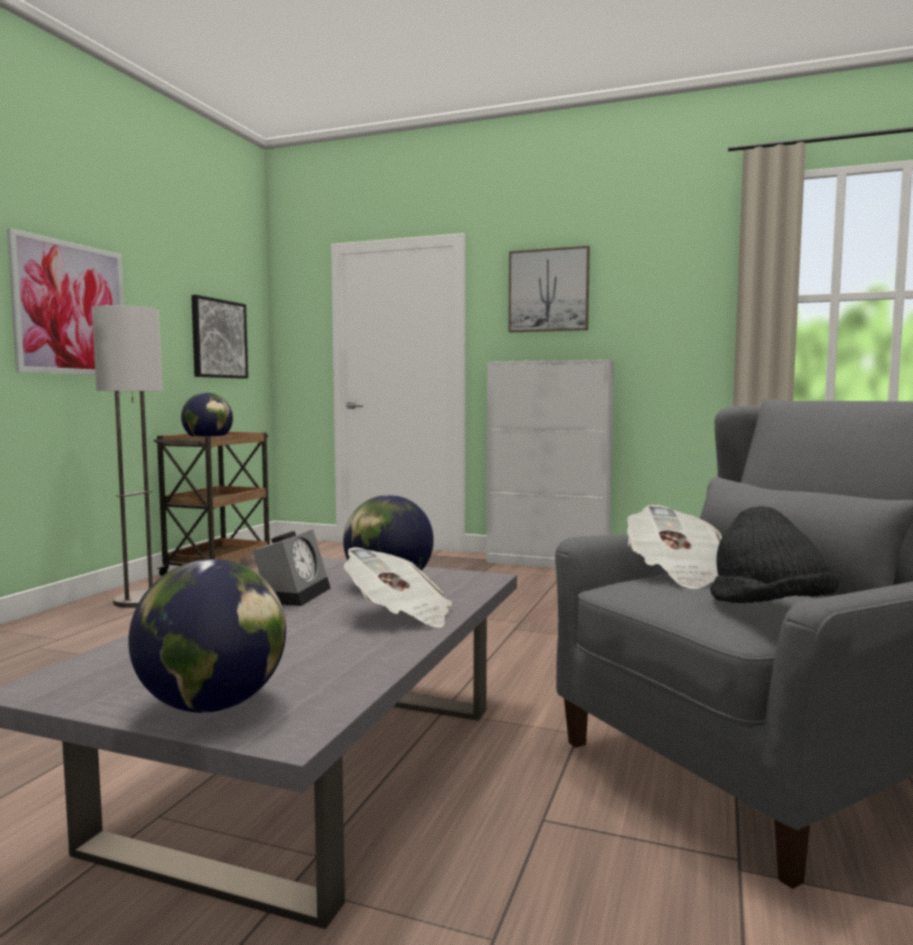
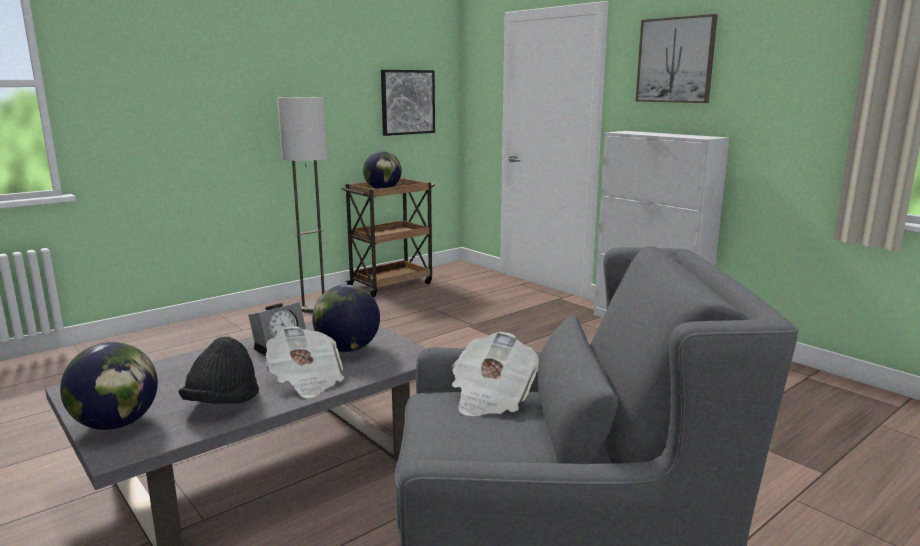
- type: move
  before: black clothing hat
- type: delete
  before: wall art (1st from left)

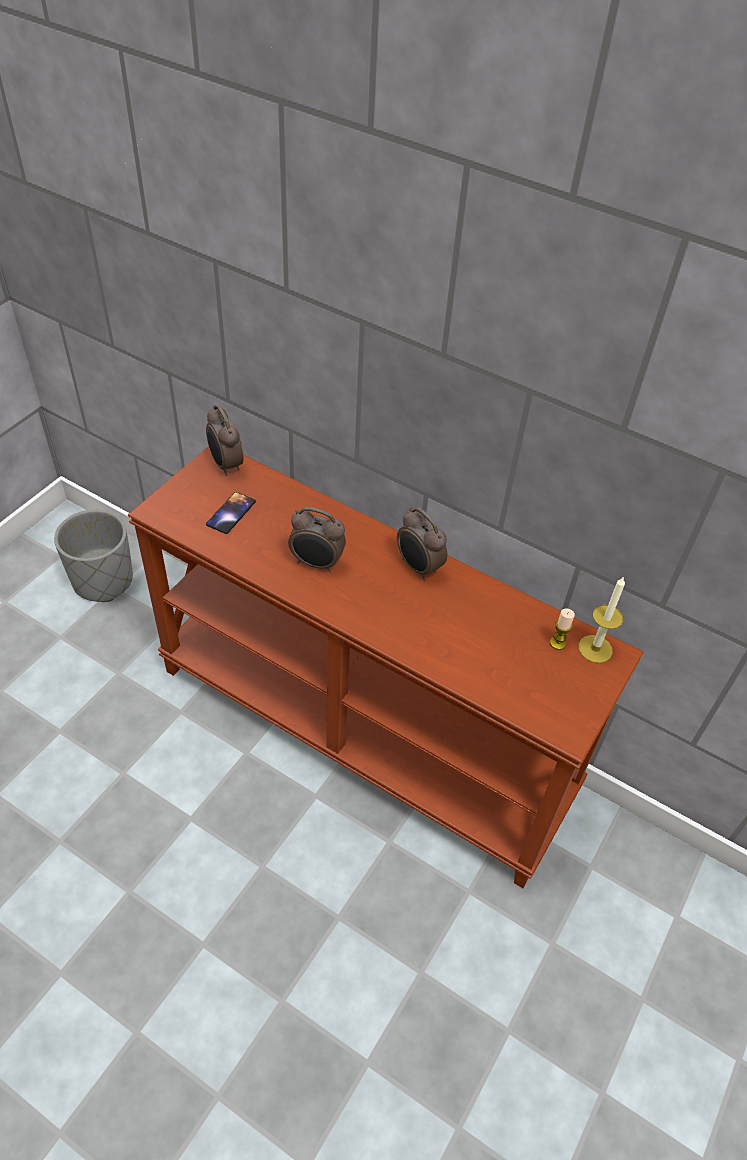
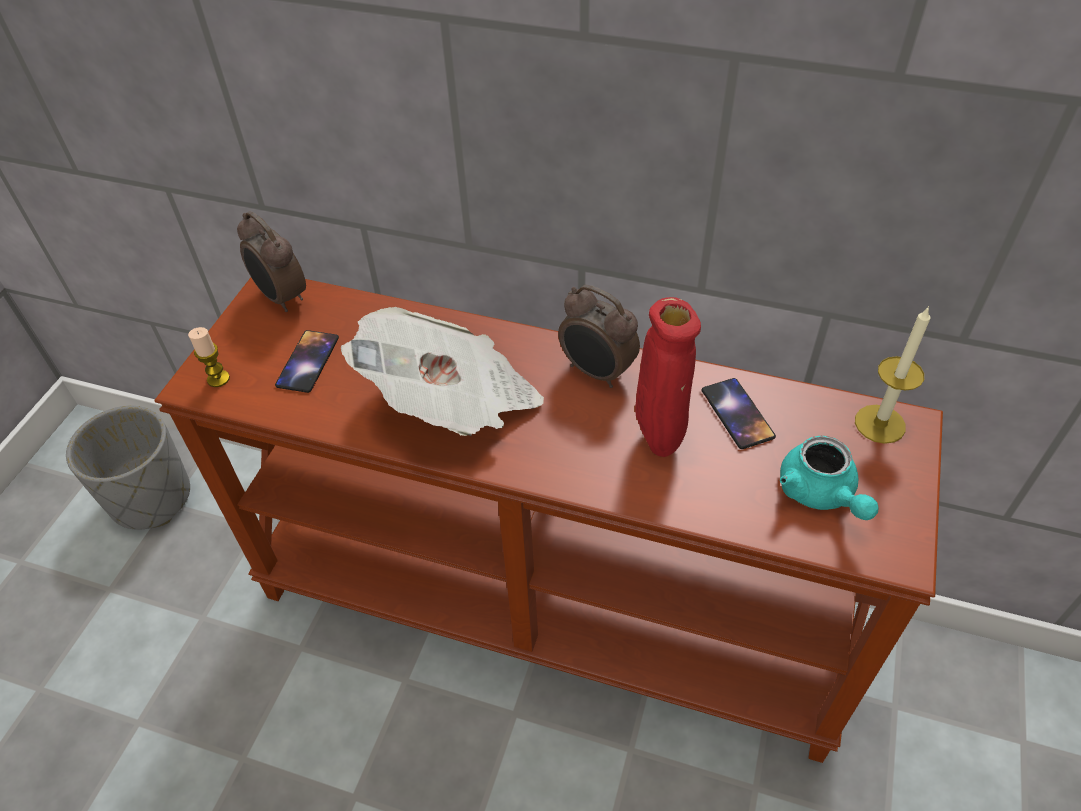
- type: move
  before: candle (1st from left)
- type: replace
  before: bedside clock (2nd from left)
  after: daily paper
- type: insert
  after: red flower vase
- type: insert
  after: phone (2nd from left)
- type: insert
  after: blue-green tea pot

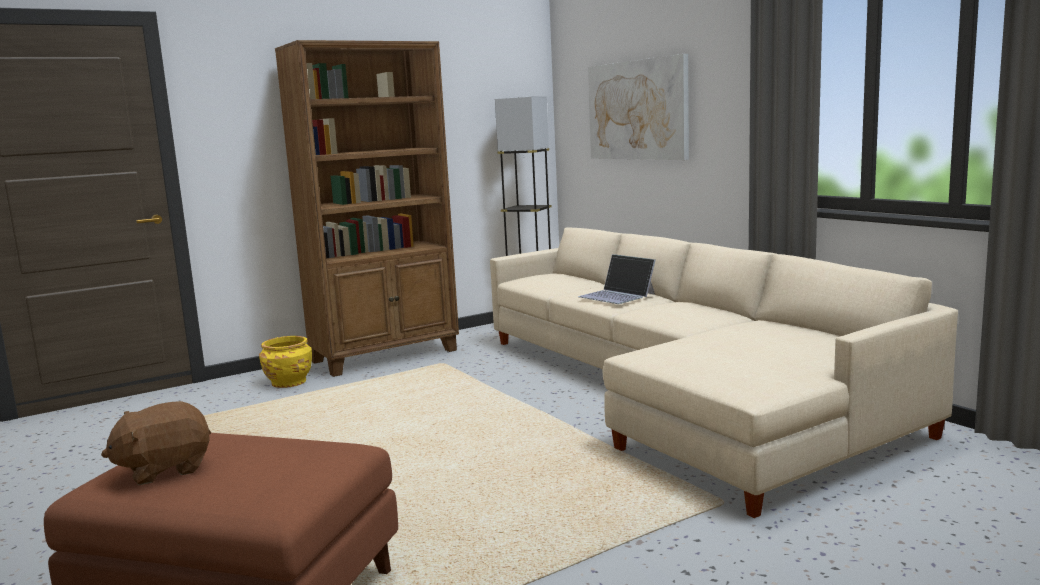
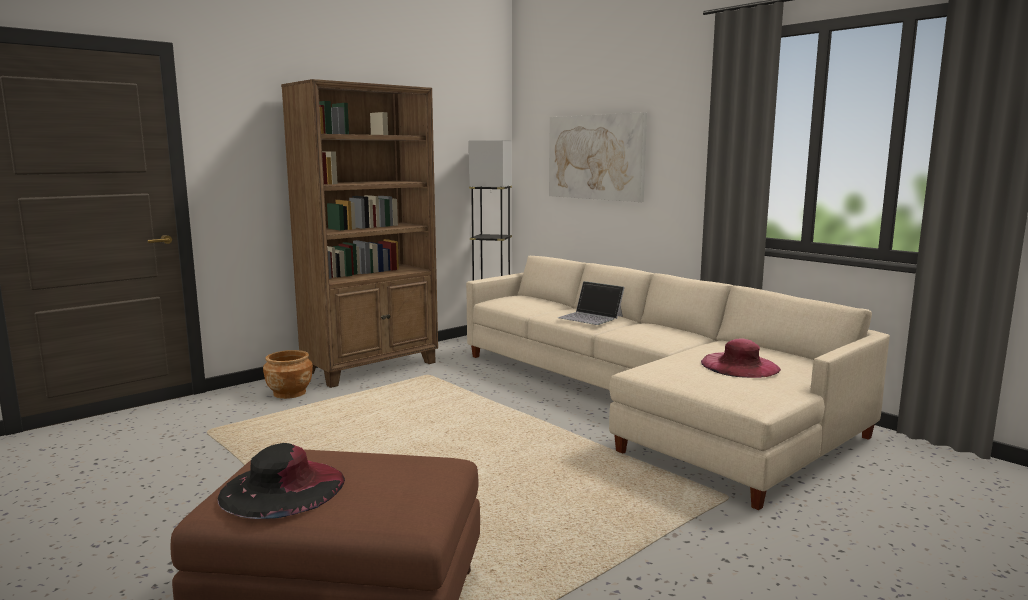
- type: replace
  before: brownish cuddly toy
  after: black clothing hat
- type: recolor
  before: yellowish planter
  after: brownish planter
- type: insert
  after: pink clothing hat

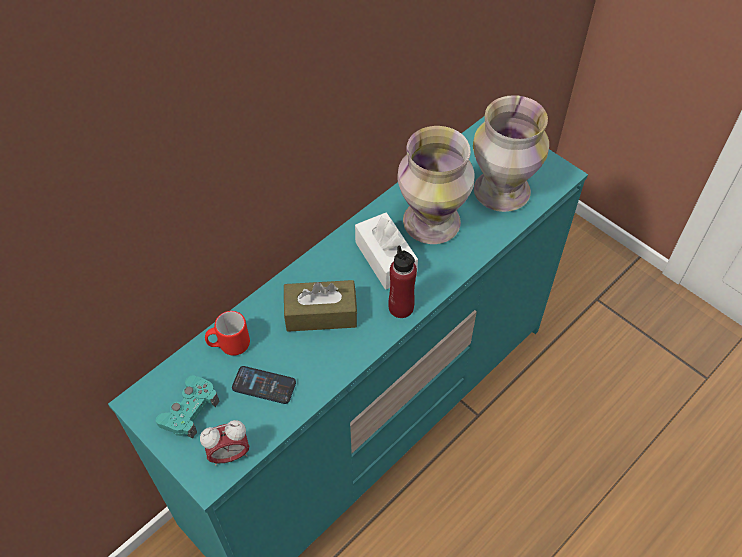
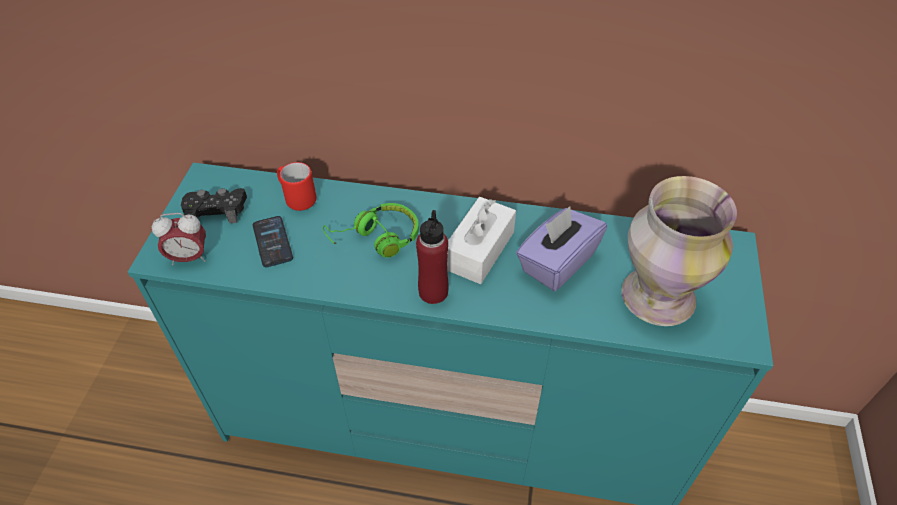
- type: rotate
  before: bedside clock
  turn: -45
- type: recolor
  before: blue-green gamepad
  after: black gamepad
- type: replace
  before: brownish tissue holder
  after: green-coloured pair of headphones
- type: replace
  before: flower vase (1st from left)
  after: purple-coloured tissue holder

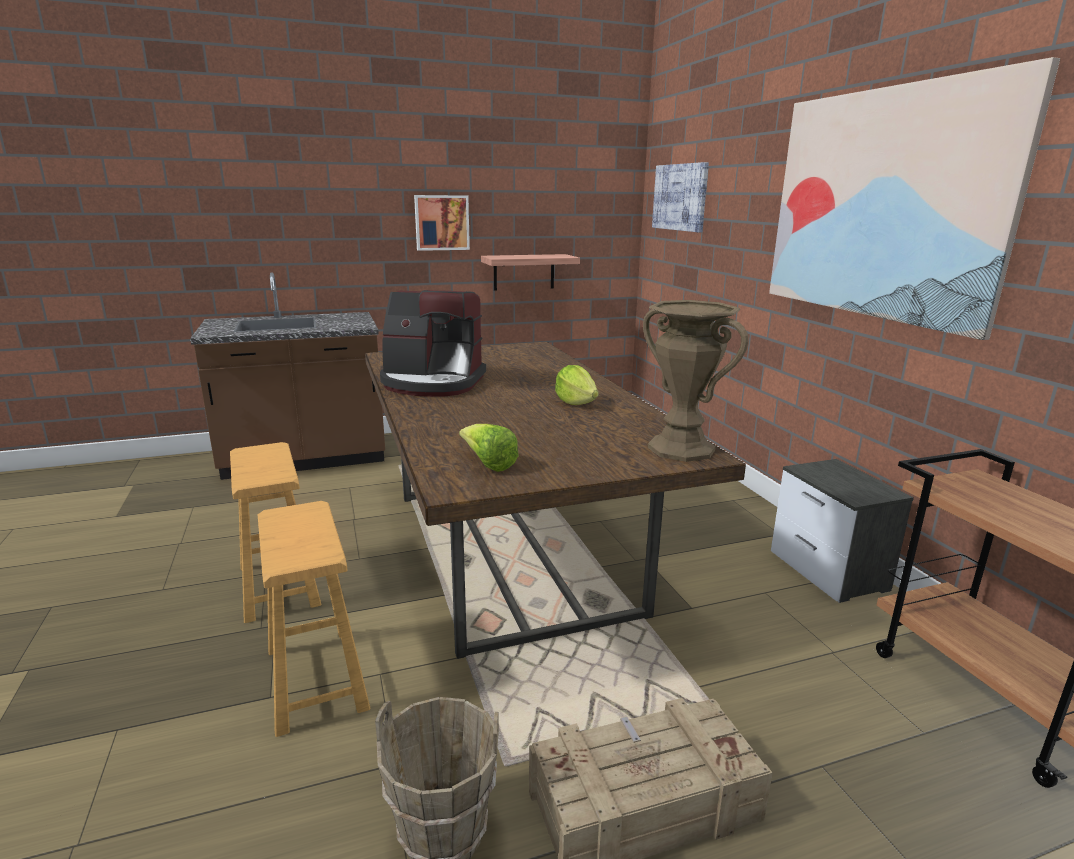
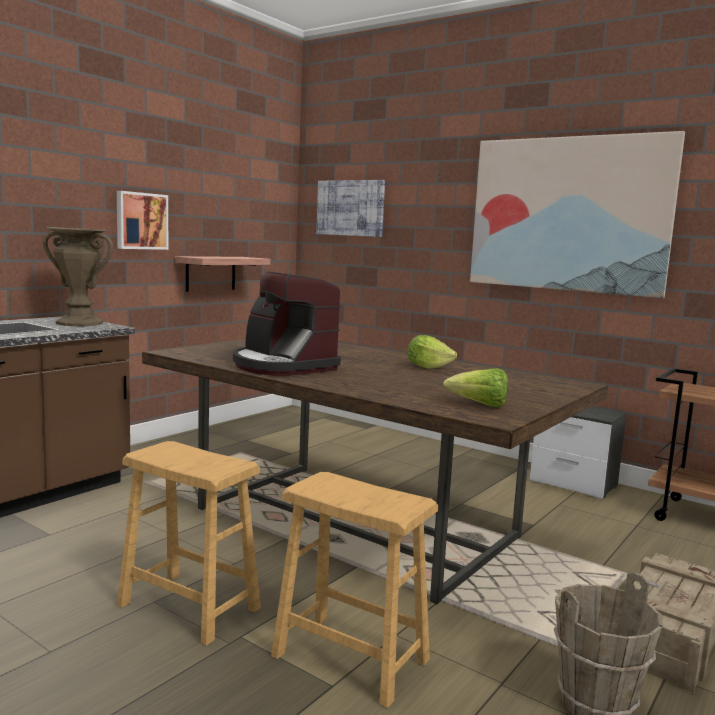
- type: move
  before: brownish flower vase
- type: rotate
  before: coffee machine
  turn: 75

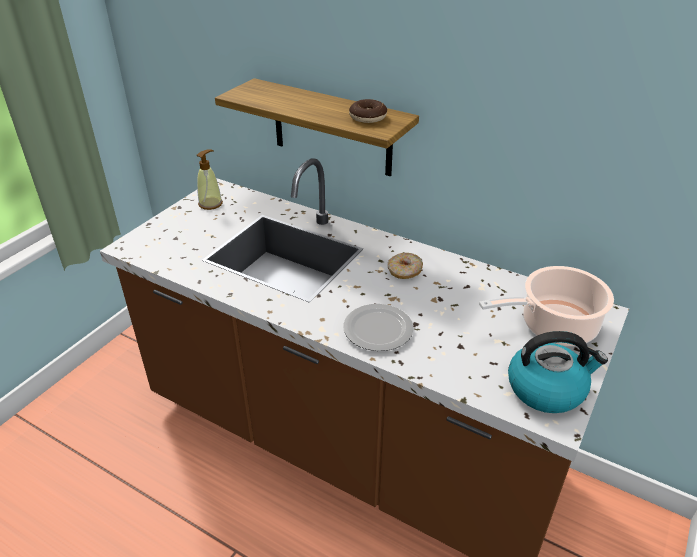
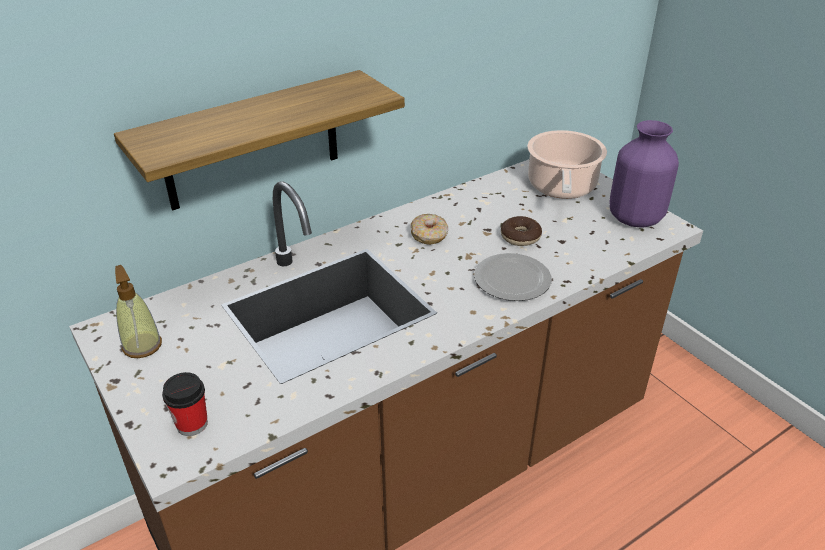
- type: insert
  after: cup
- type: move
  before: donut (1st from left in the first image)
  after: donut (2nd from left)
- type: replace
  before: tea kettle
  after: purple-coloured flower vase

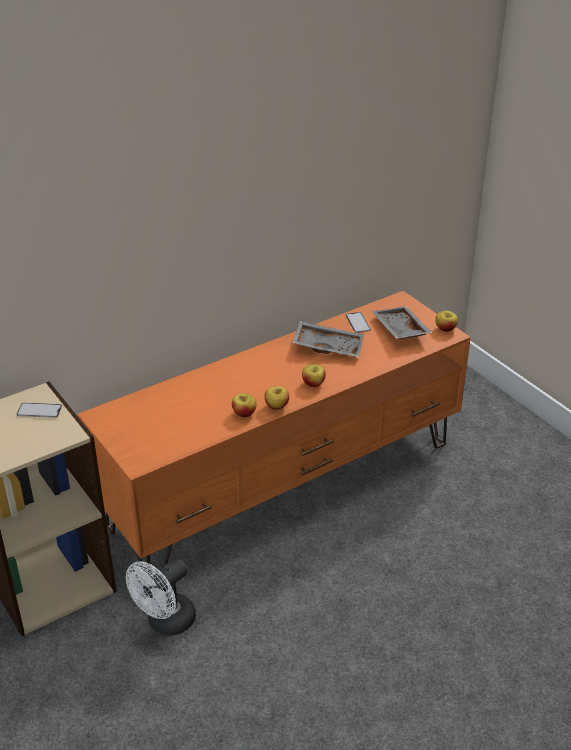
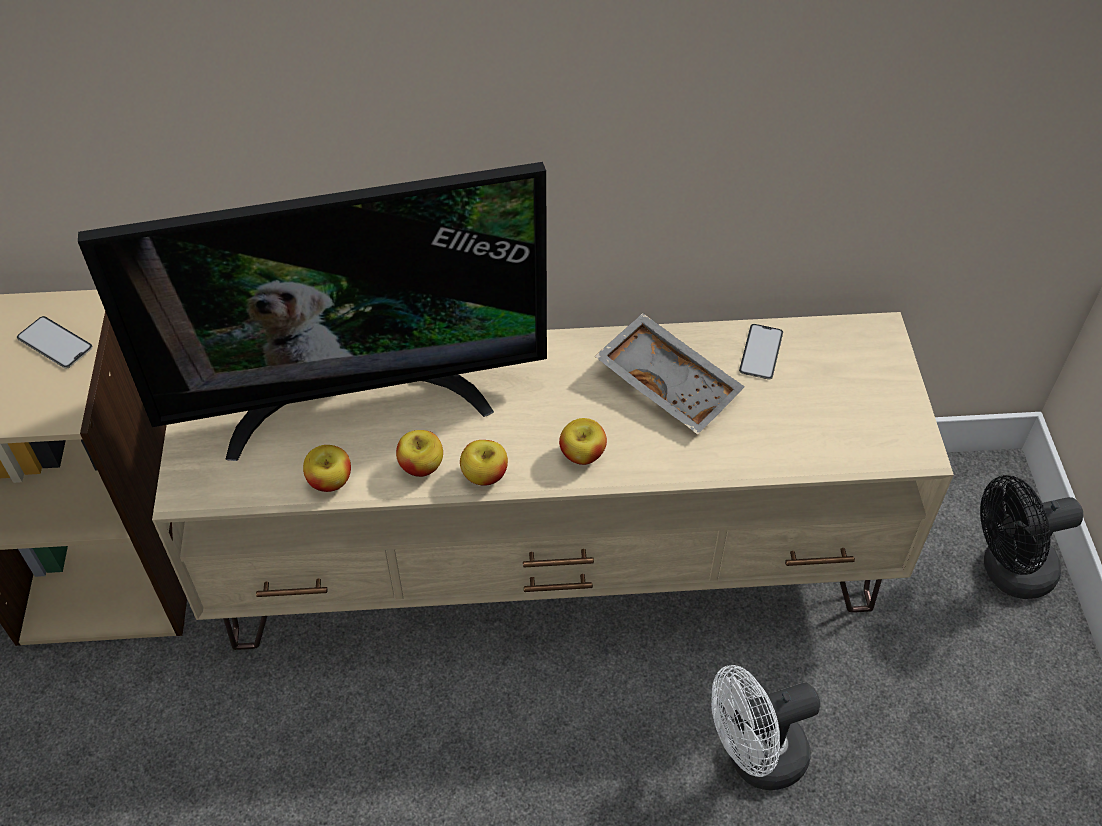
- type: insert
  after: TV set
- type: recolor
  before: orange-coloured tv stand
  after: beige tv stand
- type: move
  before: whole apple (4th from left in the first image)
  after: whole apple (1st from left)
- type: move
  before: whitish electric fan
- type: insert
  after: black electric fan
- type: delete
  before: greyish carrying tray (2nd from left)

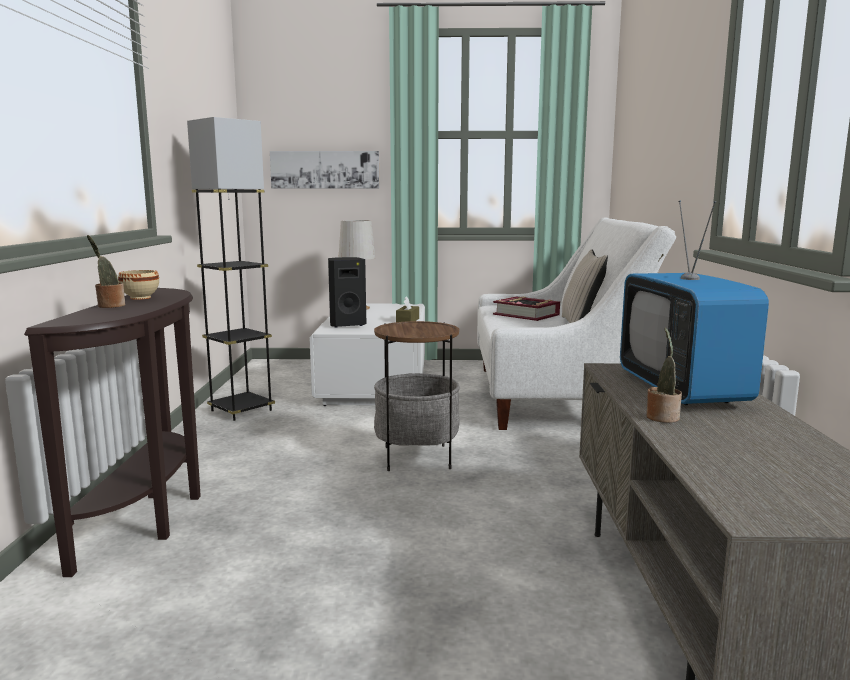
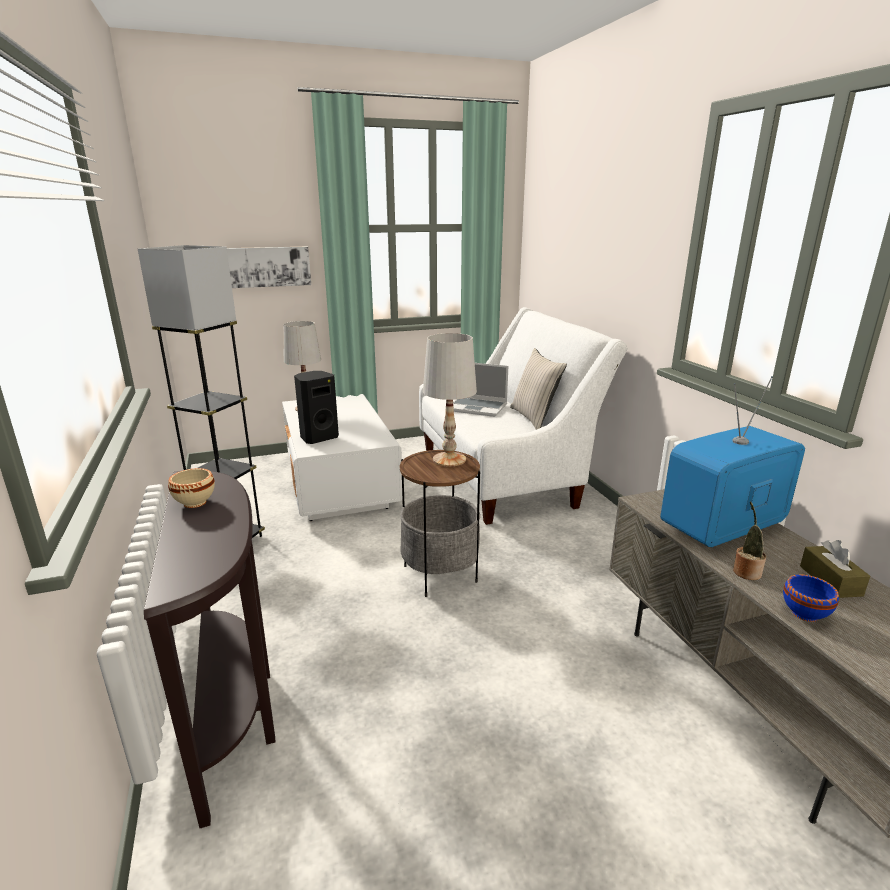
- type: insert
  after: whitish tabletop lamp (2nd from left)
- type: replace
  before: volume
  after: laptop
- type: rotate
  before: TV set
  turn: 90
- type: insert
  after: bluish deep dish
- type: move
  before: brownish tissue holder
- type: delete
  before: houseplant (1st from left)

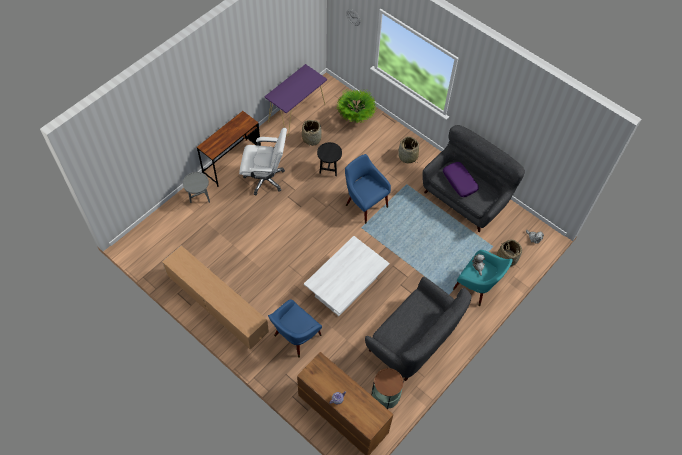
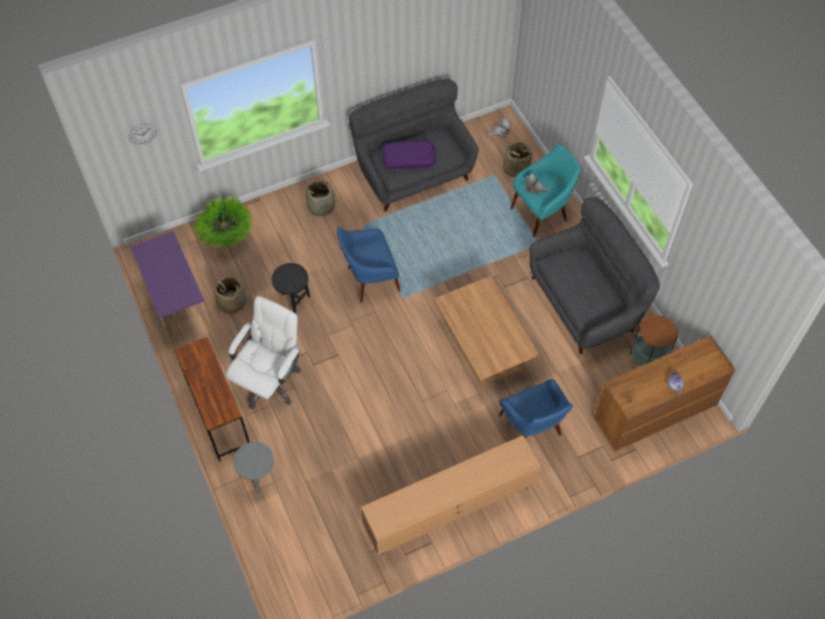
- type: recolor
  before: whitish lounge table
  after: brownish lounge table

